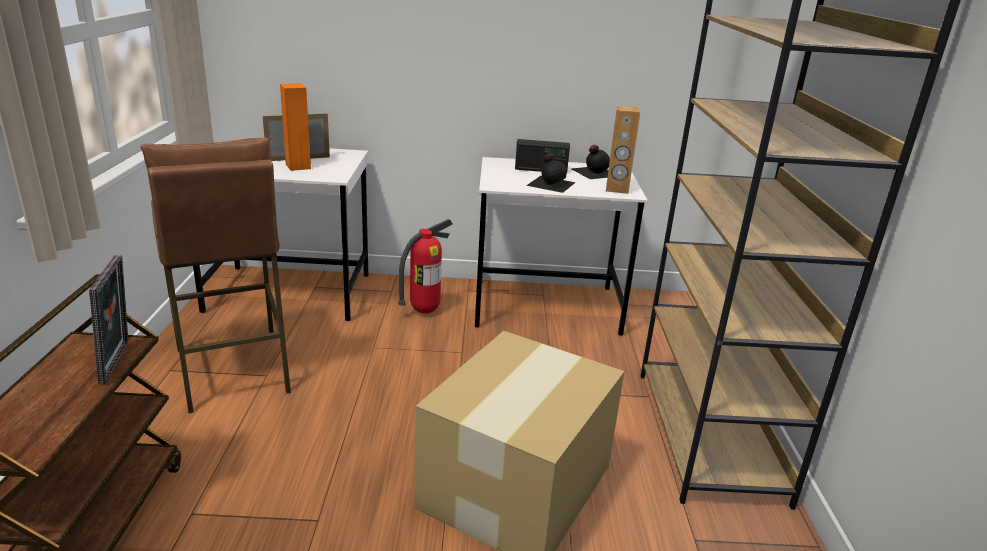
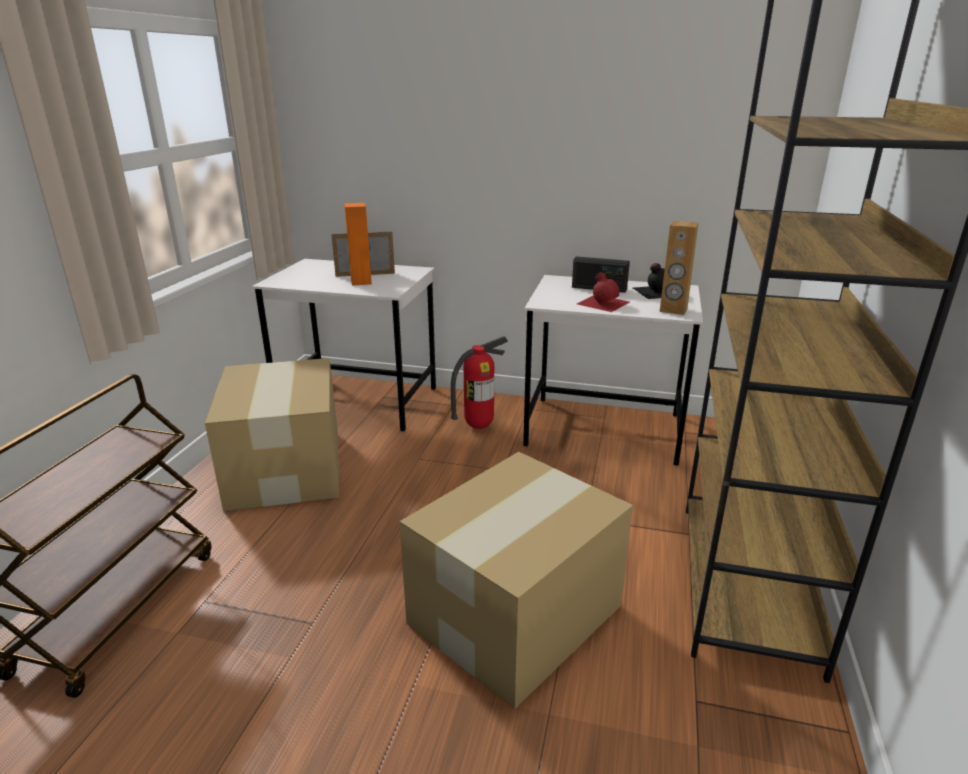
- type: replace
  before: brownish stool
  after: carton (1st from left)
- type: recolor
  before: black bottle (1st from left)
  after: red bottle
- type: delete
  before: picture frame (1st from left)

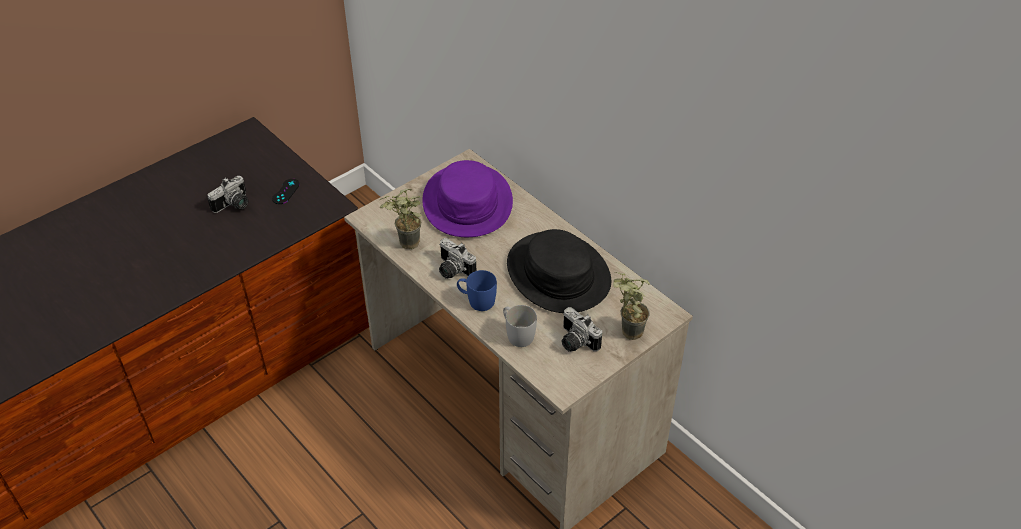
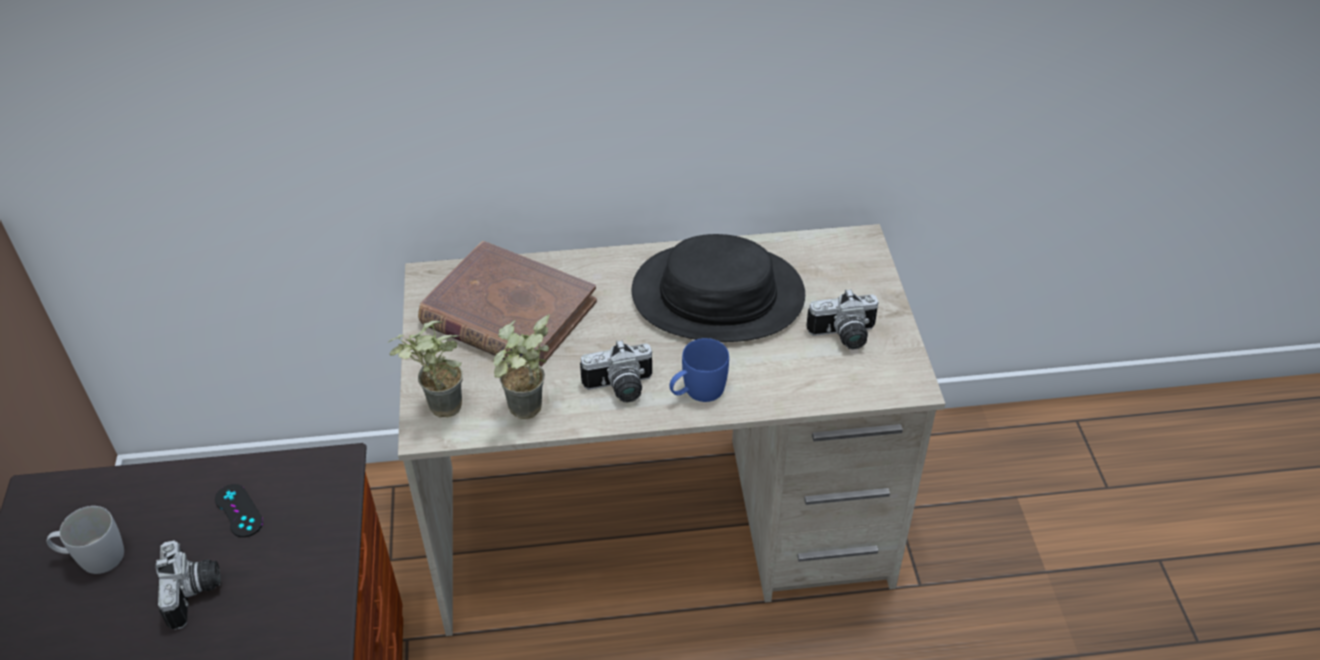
- type: move
  before: whitish tea mug
- type: move
  before: houseplant (2nd from left in the first image)
  after: houseplant (1st from left)
- type: replace
  before: purple-coloured clothing hat
  after: brownish volume

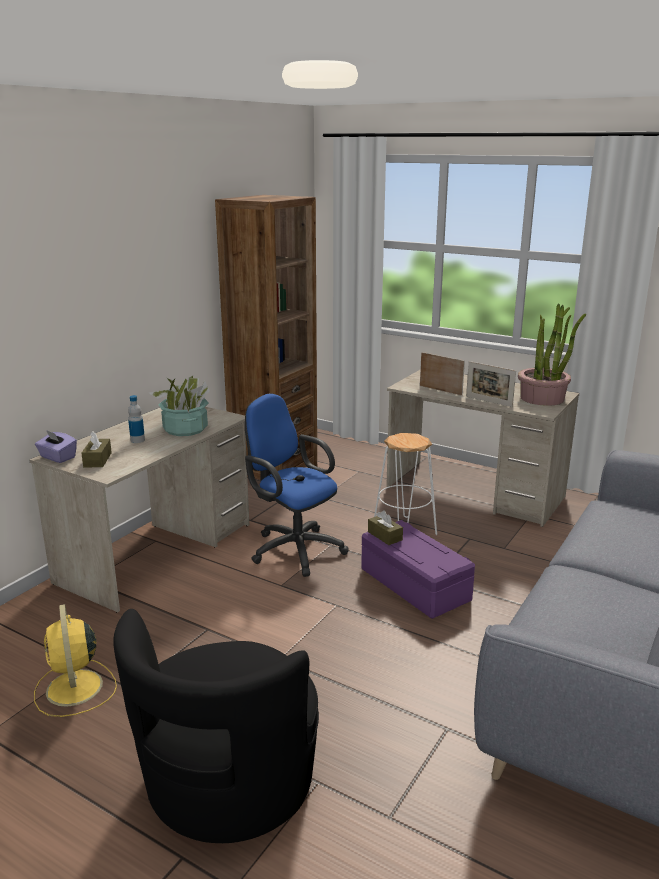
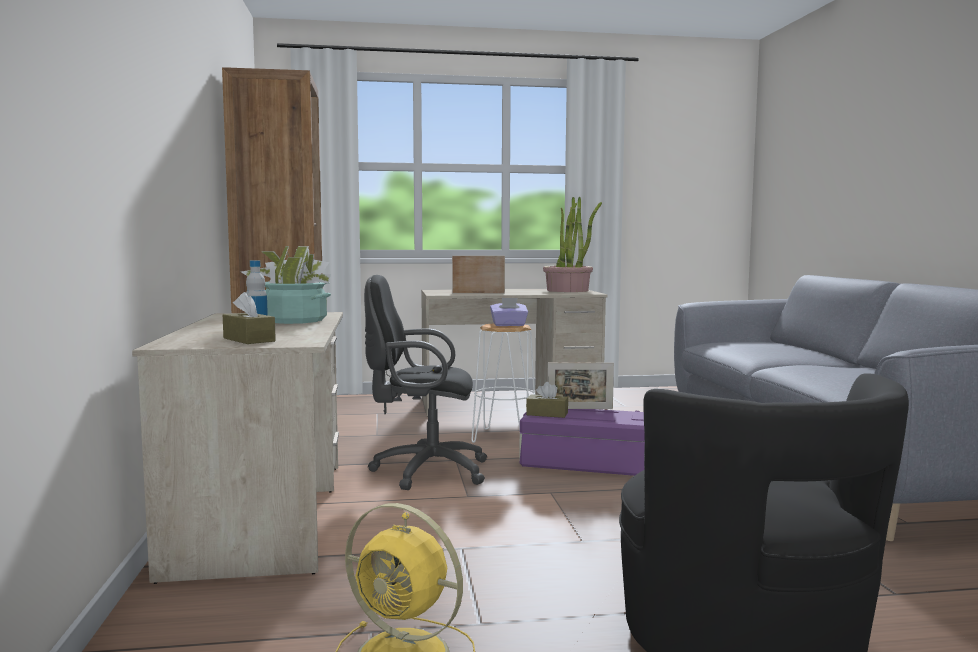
- type: recolor
  before: bluish office chair
  after: black office chair
- type: move
  before: purple-coloured tissue holder
- type: move
  before: picture frame (2nd from left)

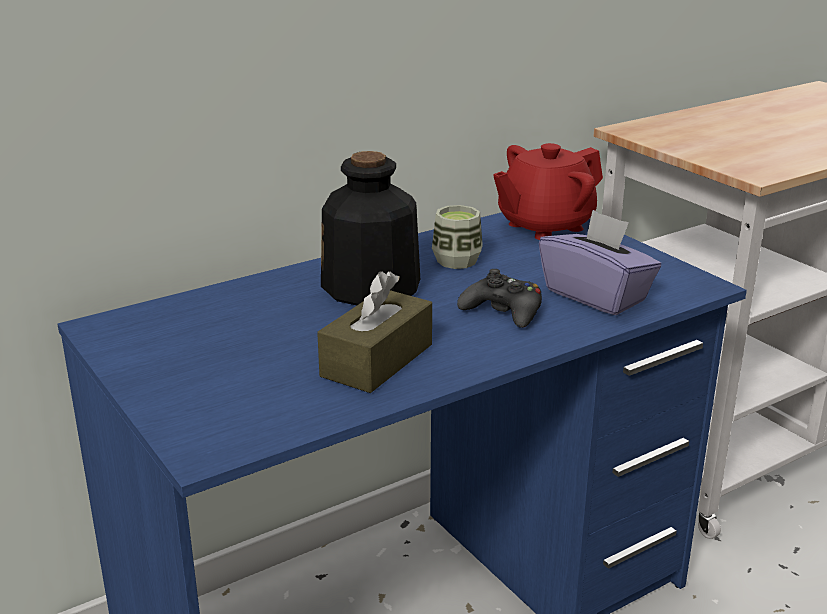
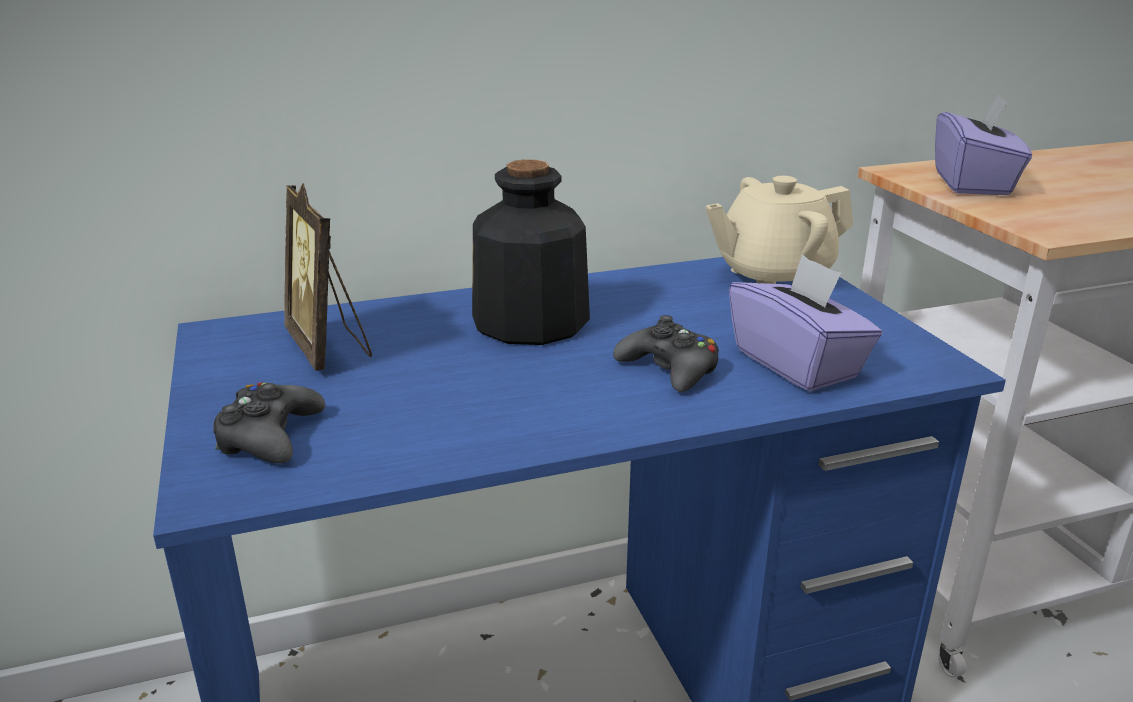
- type: insert
  after: black gamepad (1st from left)
- type: insert
  after: picture frame
- type: recolor
  before: red tea pot
  after: beige tea pot
- type: insert
  after: purple-coloured tissue holder (2nd from left)
- type: delete
  before: brownish tissue holder
- type: delete
  before: cup

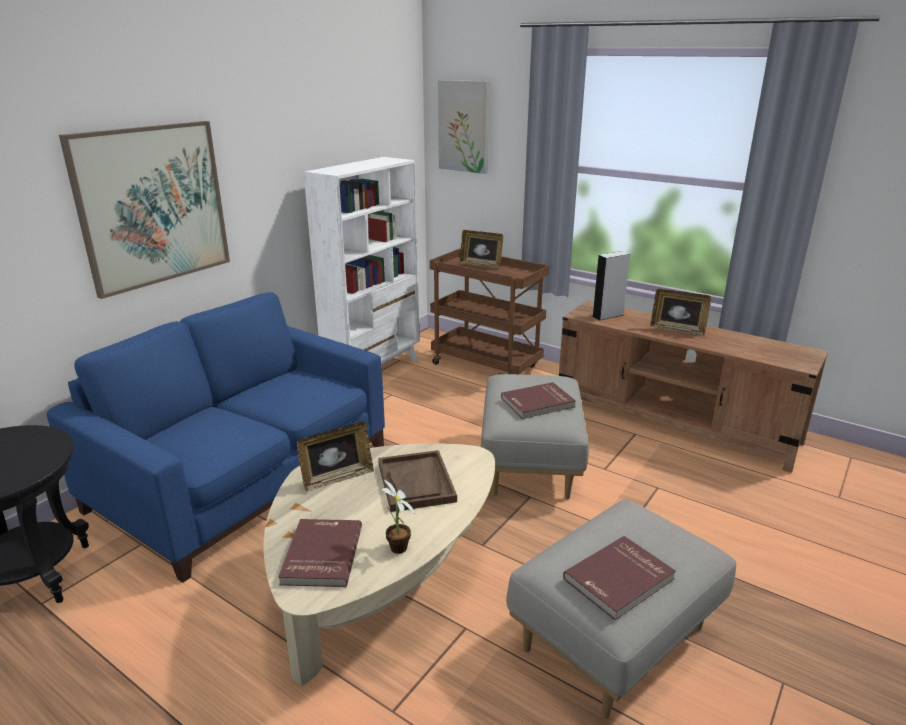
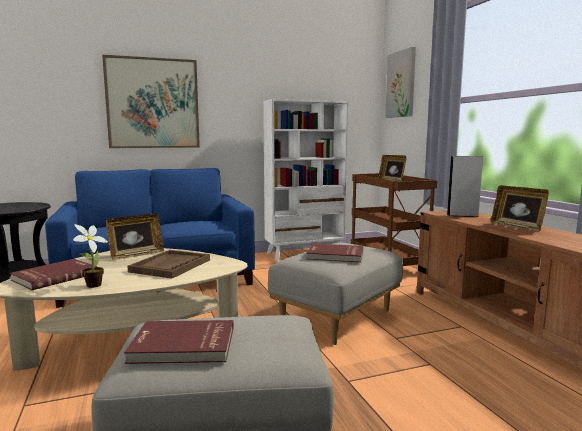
- type: rotate
  before: picture frame (1st from left)
  turn: -45

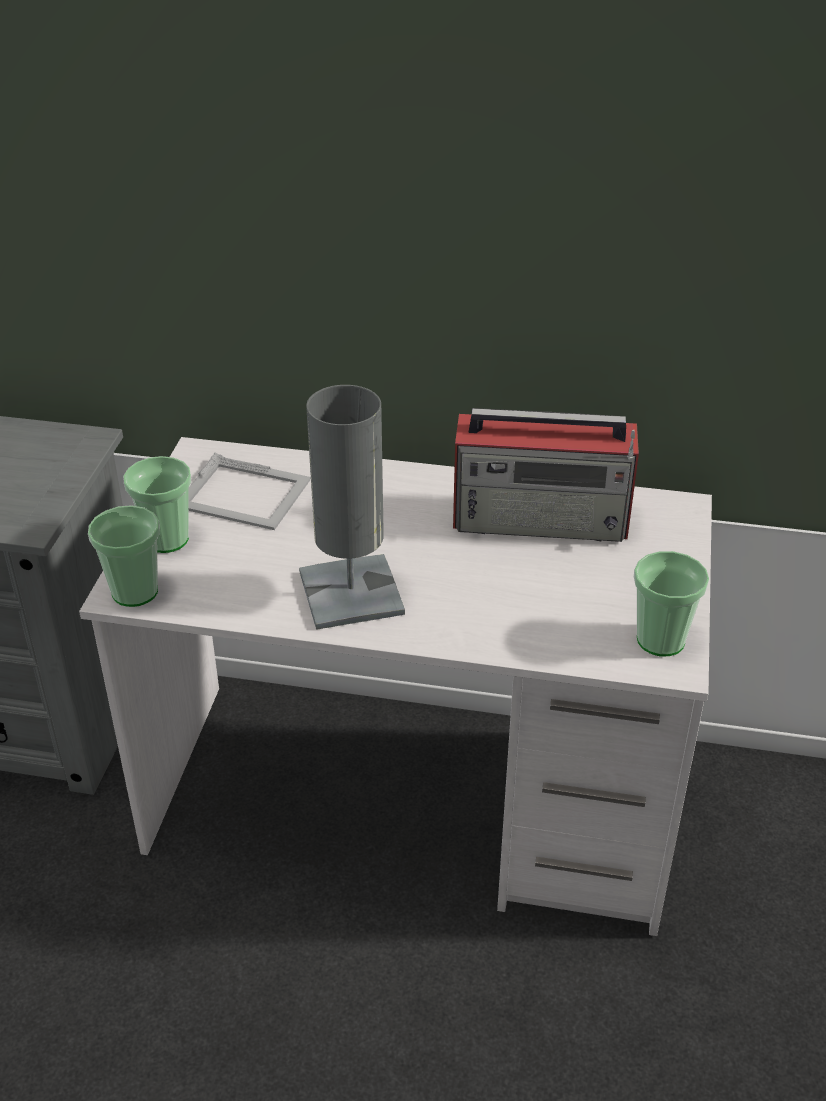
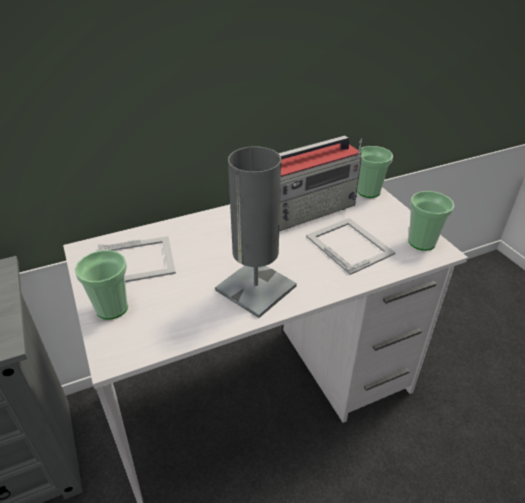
- type: insert
  after: picture frame (2nd from left)
- type: move
  before: cup (1st from left in the first image)
  after: cup (2nd from left)

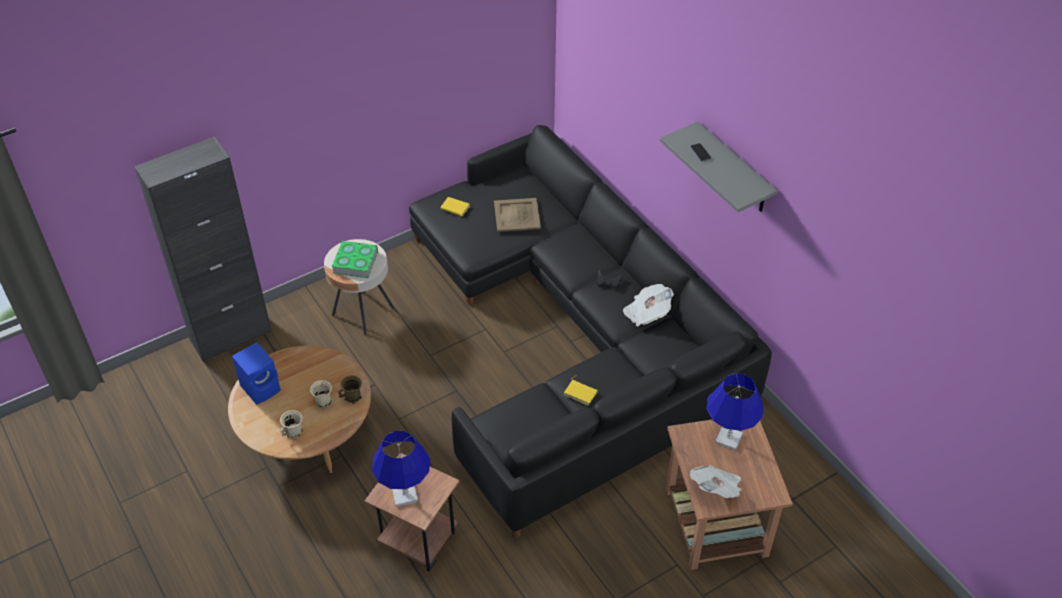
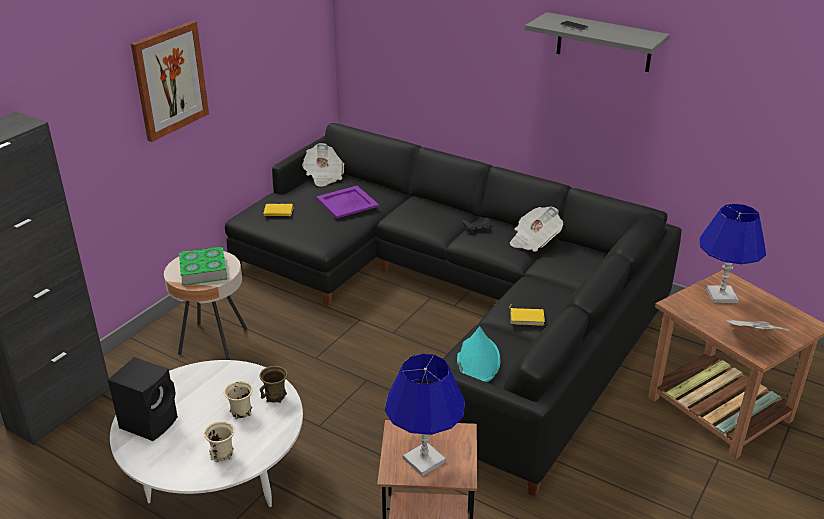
- type: recolor
  before: bluish audio speaker
  after: black audio speaker
- type: recolor
  before: brownish lounge table
  after: whitish lounge table
- type: insert
  after: wall art
- type: insert
  after: daily paper (1st from left)
- type: recolor
  before: beige carrying tray
  after: purple-coloured carrying tray
- type: insert
  after: blue-green clothing hat

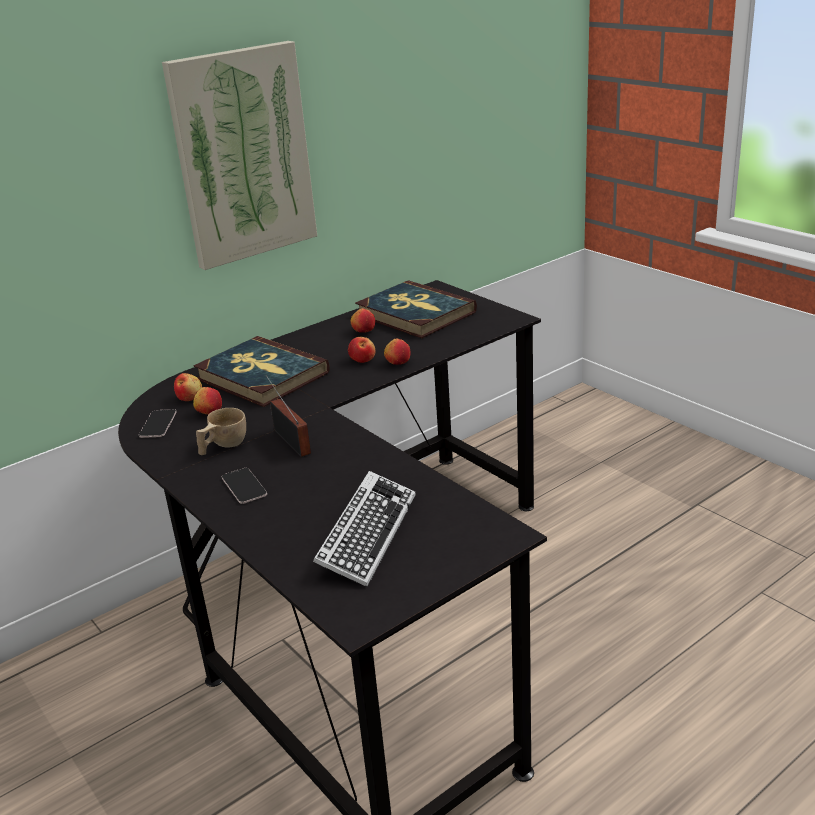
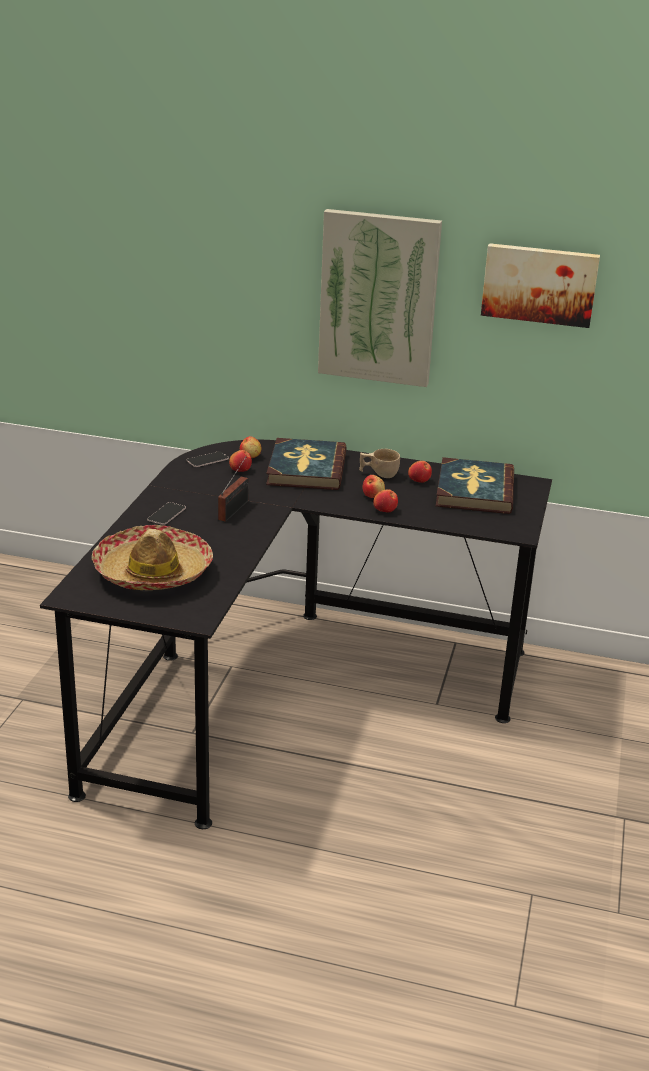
- type: replace
  before: PC keyboard
  after: clothing hat
- type: move
  before: beige cup
- type: insert
  after: wall art (2nd from left)

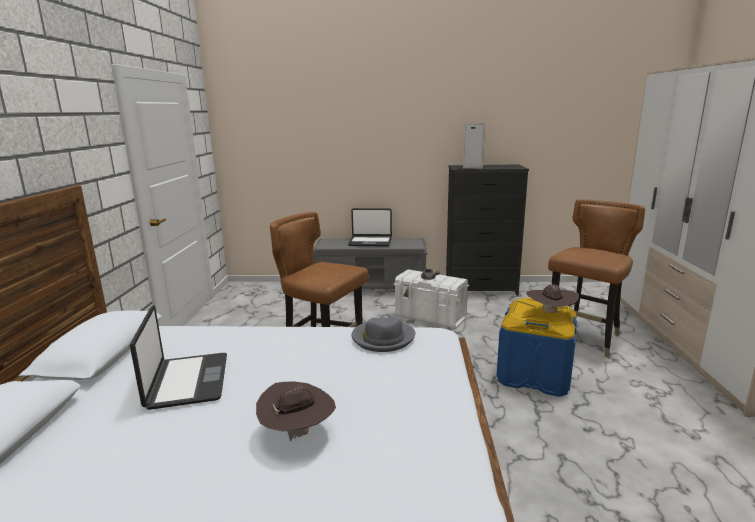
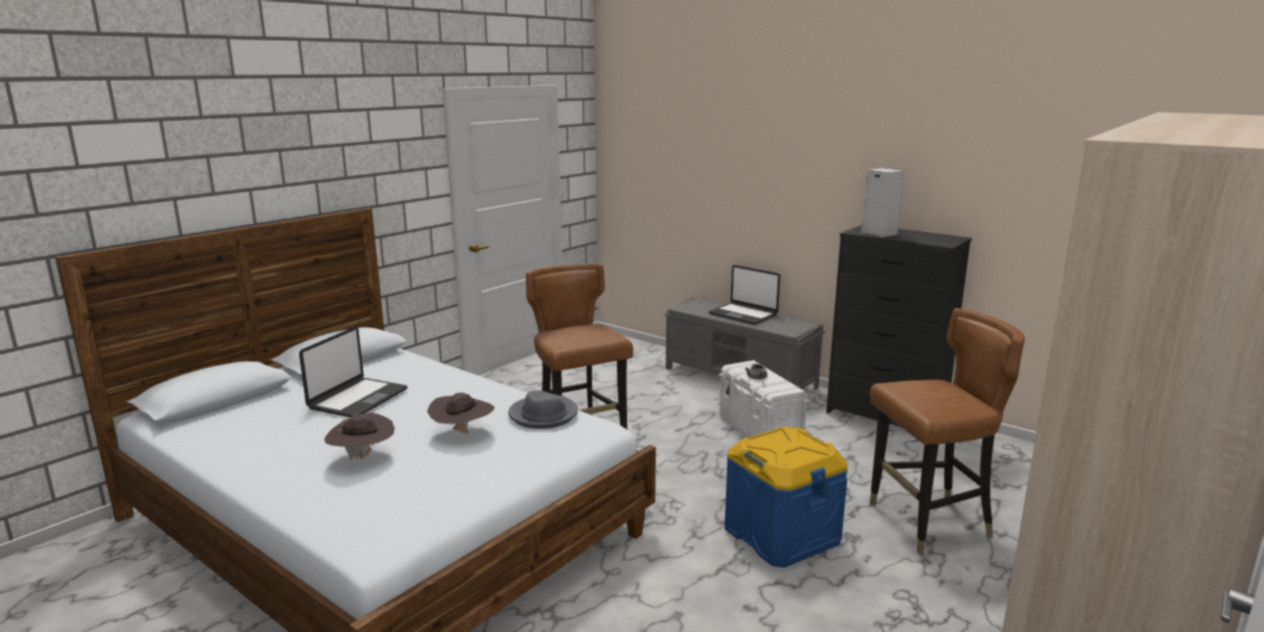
- type: move
  before: brownish clothing hat (2nd from left)

